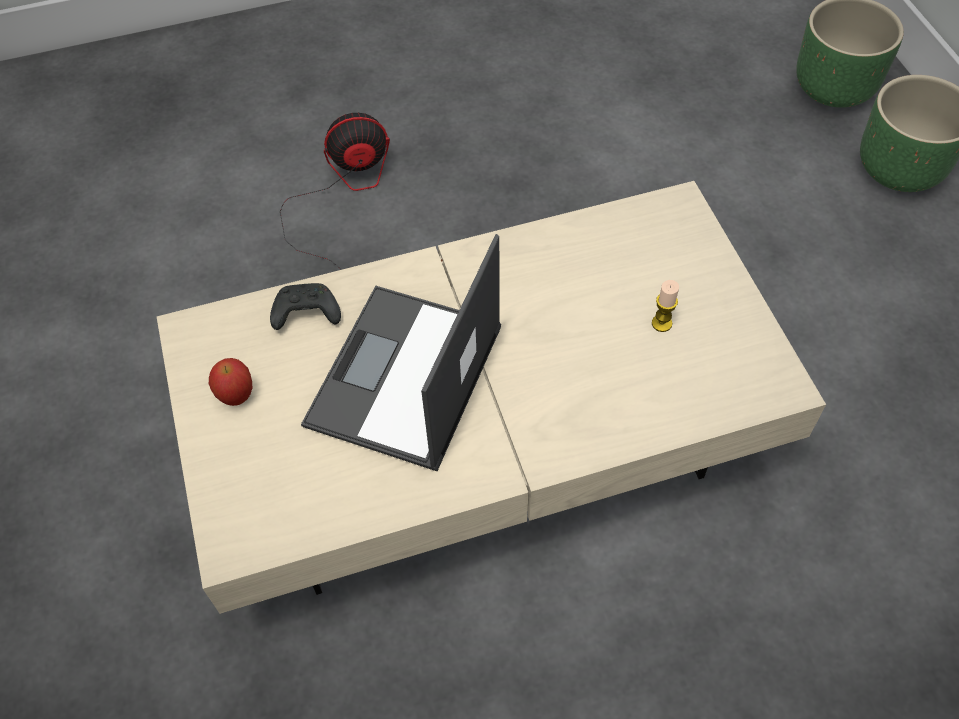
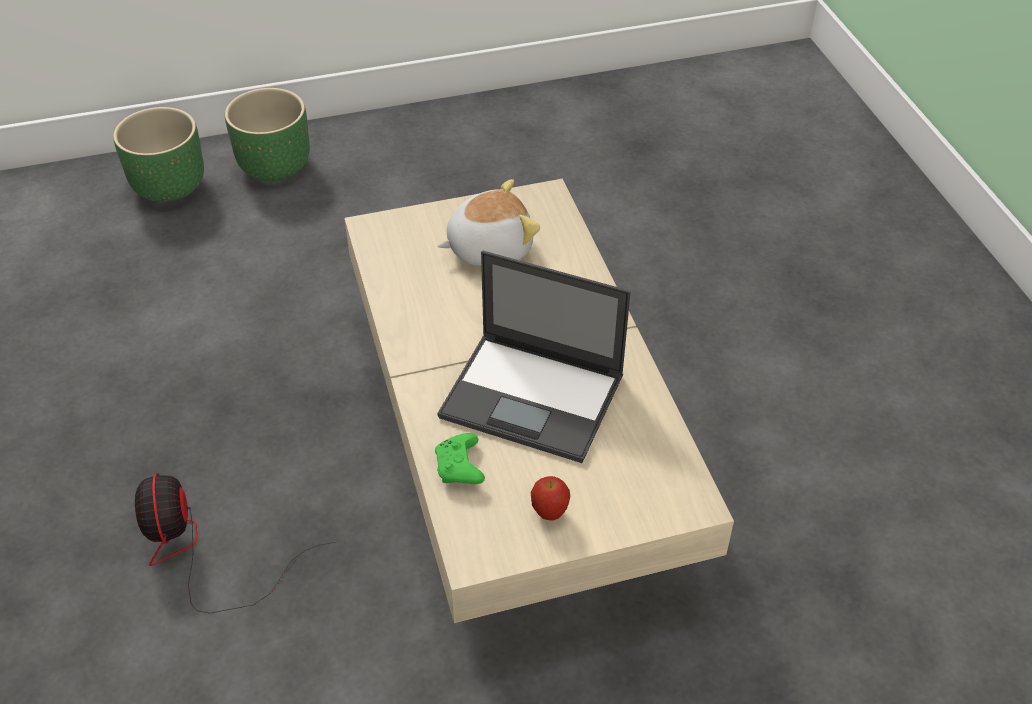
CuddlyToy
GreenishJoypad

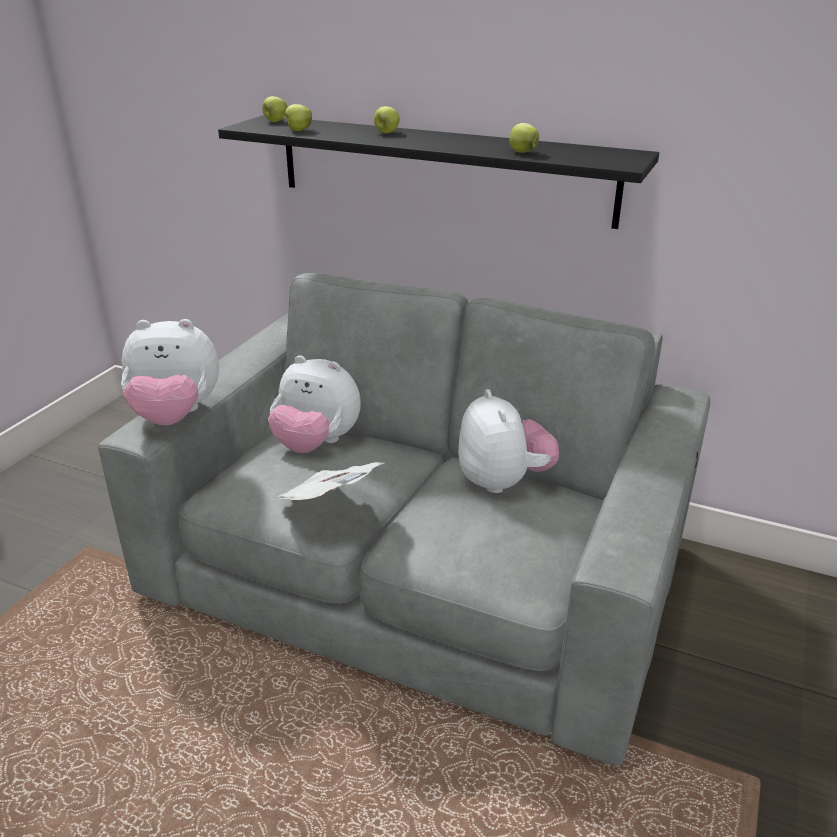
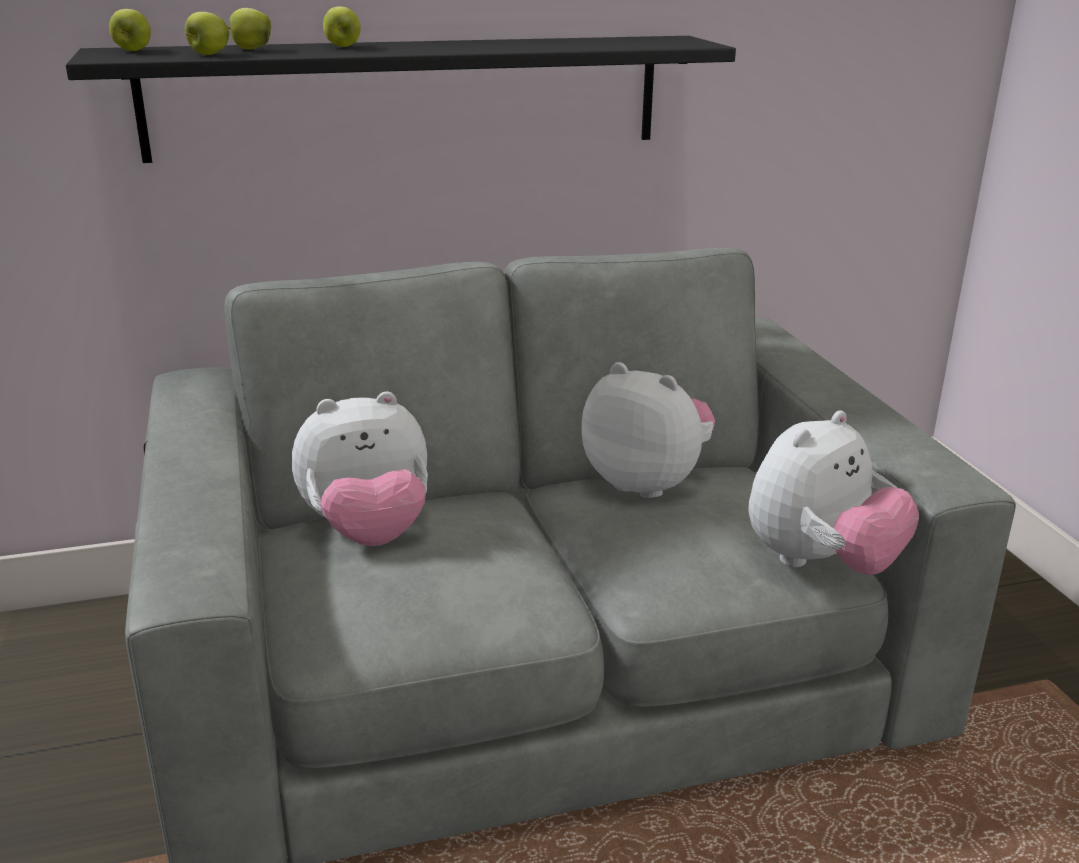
DailyPaper
CuddlyToy (no. 3 from left)
Apple (no. 3 from left)

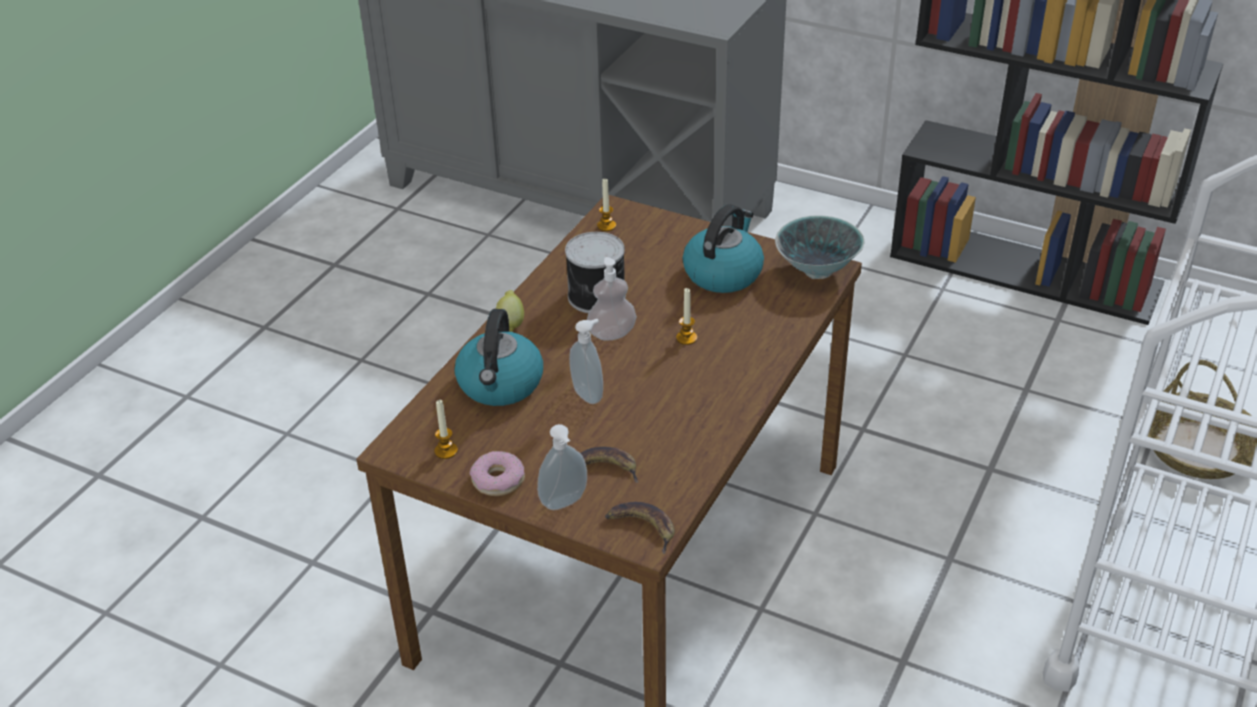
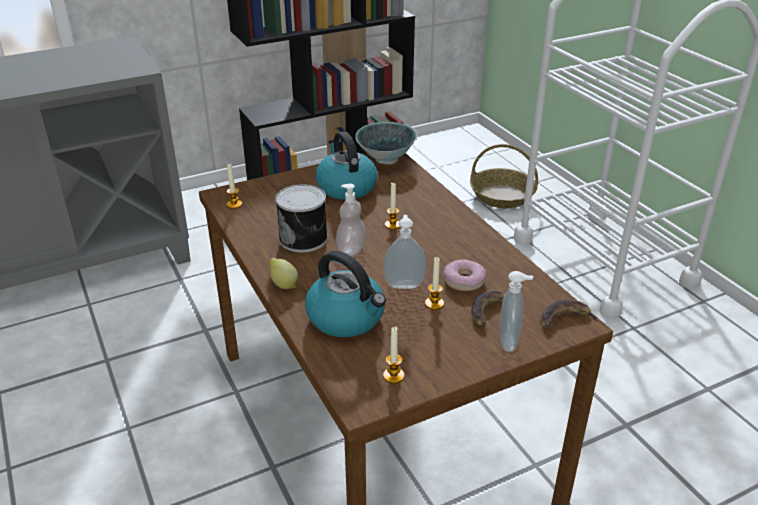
Candle (no. 4 from left)
RingDoughnut

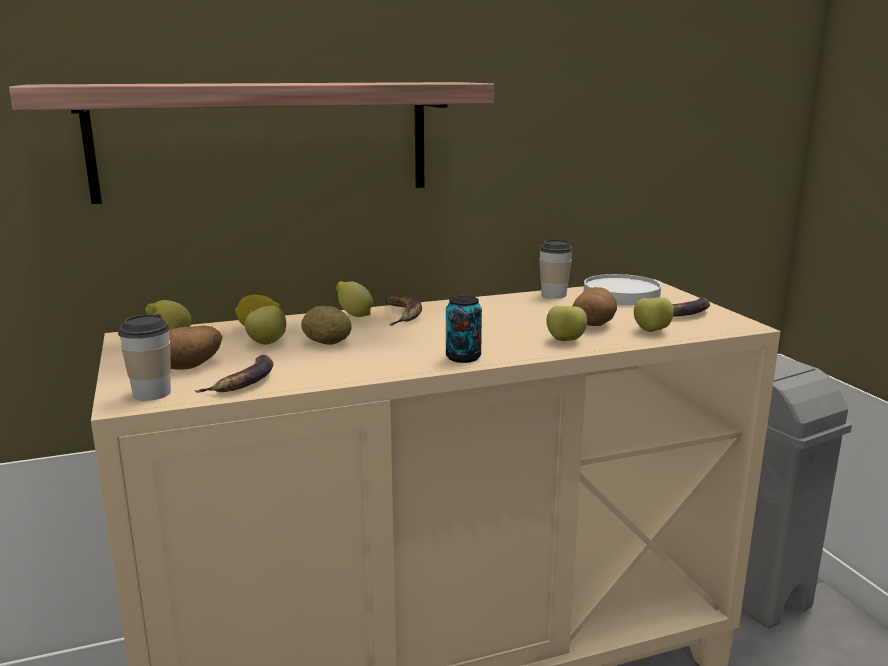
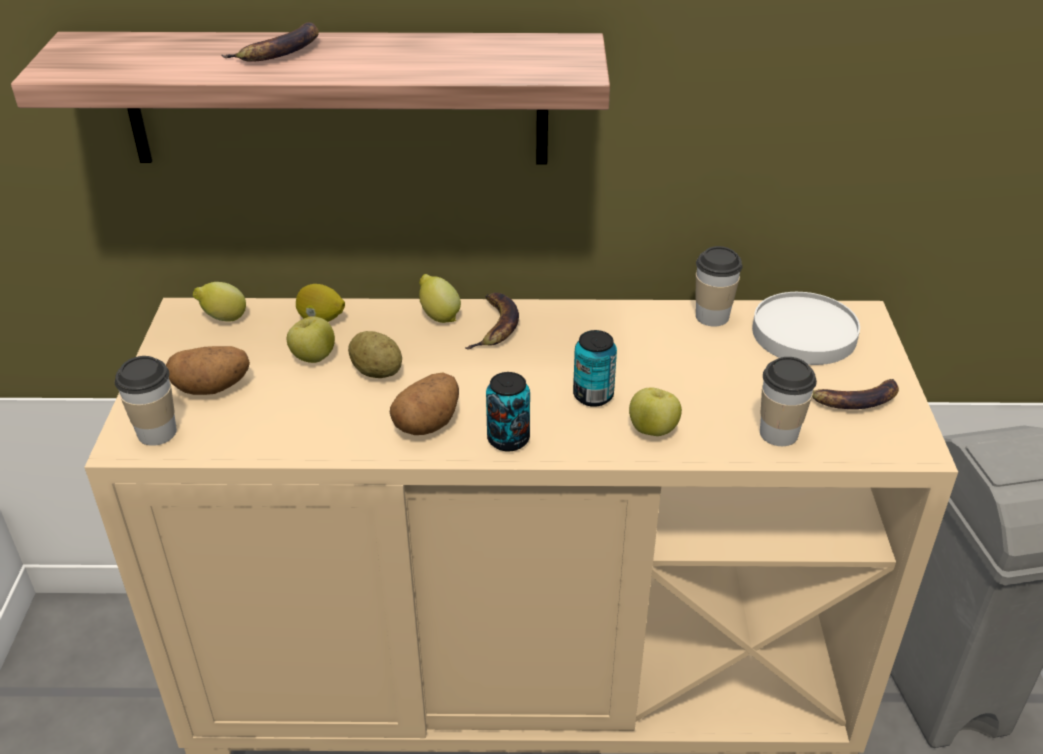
MetalCan (no. 2 from left)
BananaFruit (no. 1 from left)
WholePotato (no. 3 from left)
Cup (no. 3 from left)

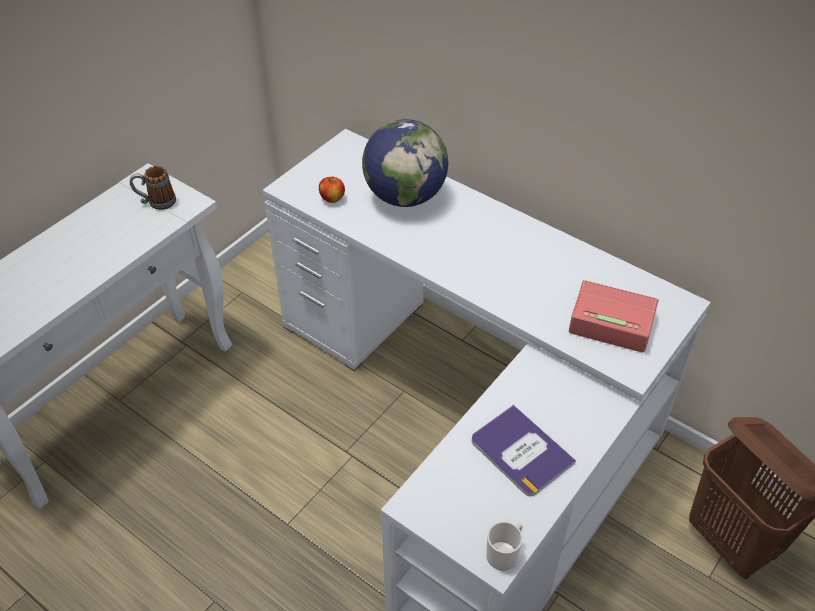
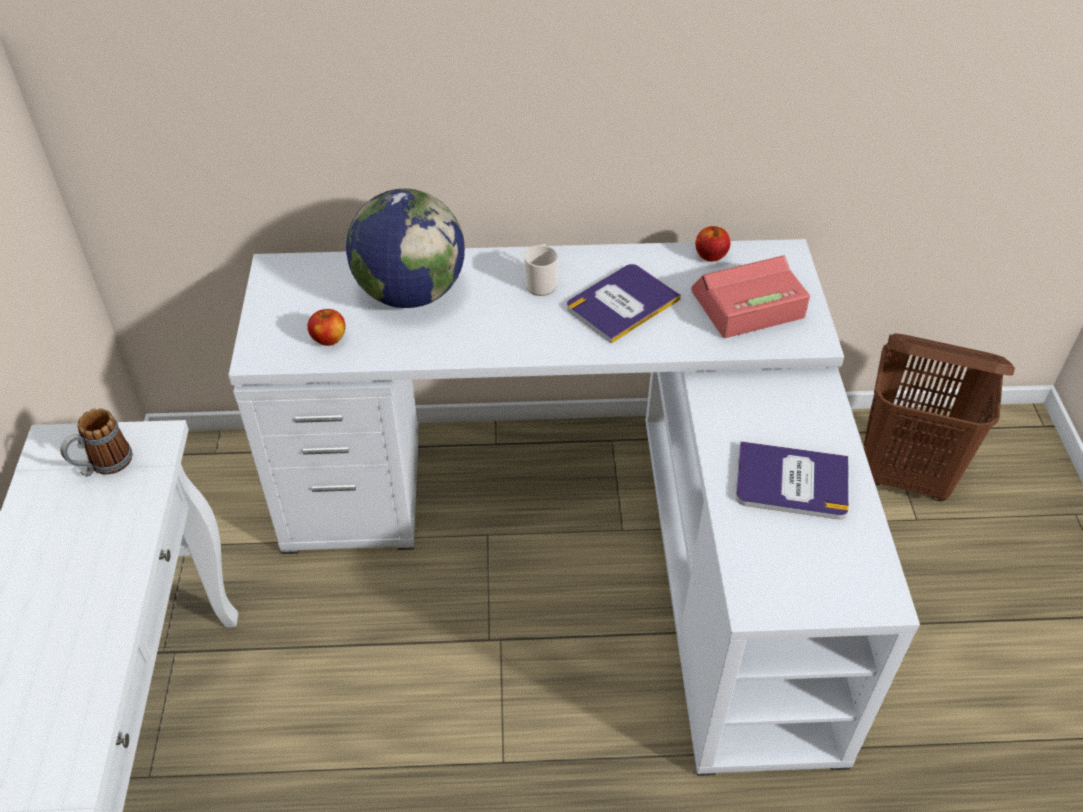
Volume (no. 1 from left)
Apple (no. 2 from left)
Mug (no. 2 from left)

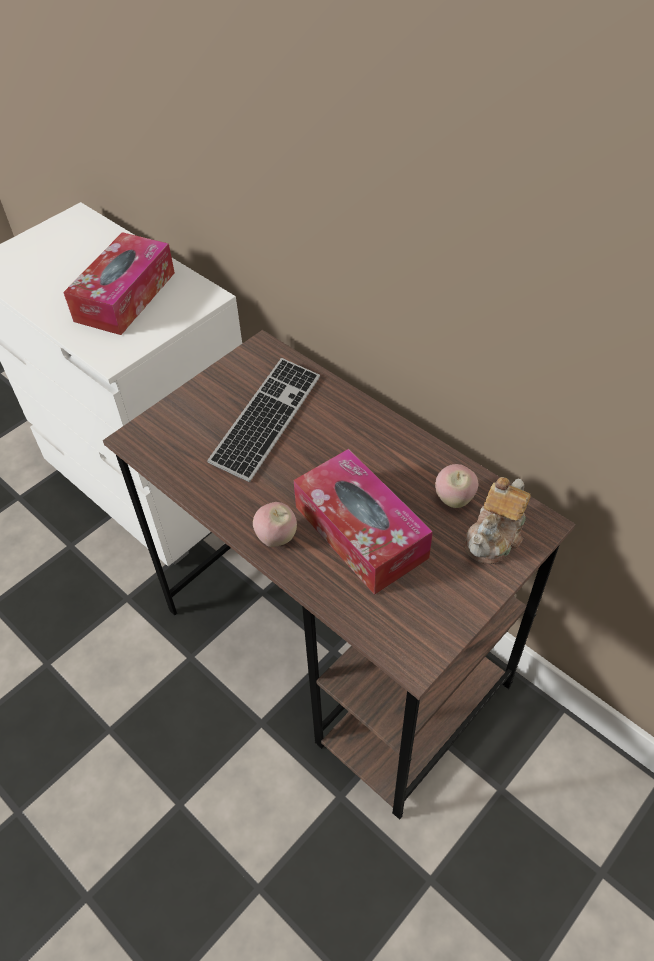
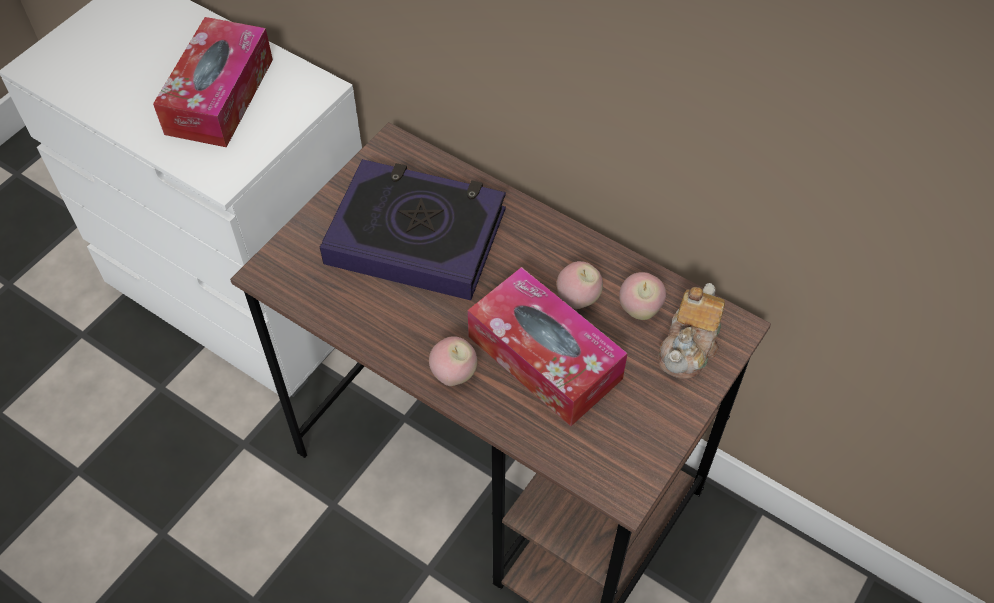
Apple (no. 2 from left)
Volume

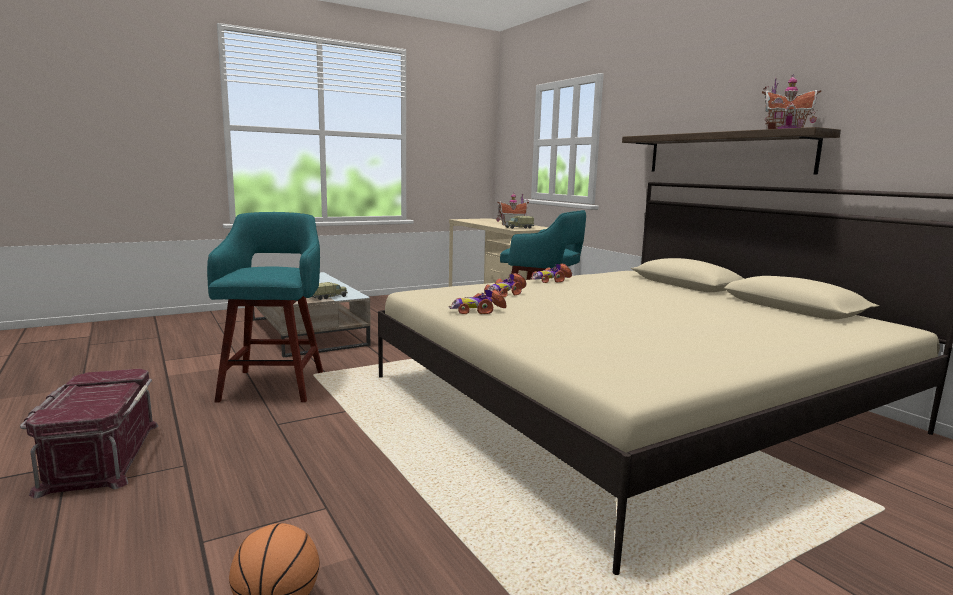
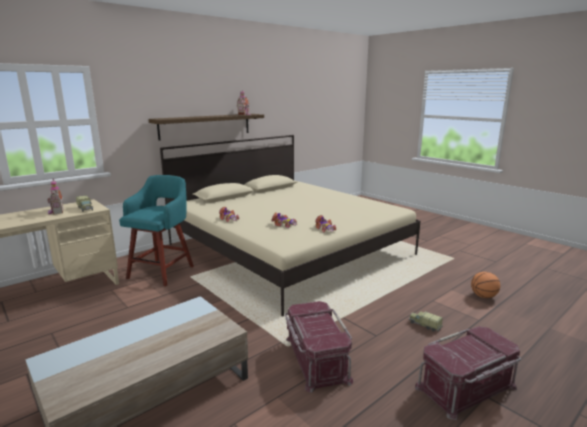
ToyTruck (no. 2 from left)
ReddishStorageContainer (no. 1 from left)

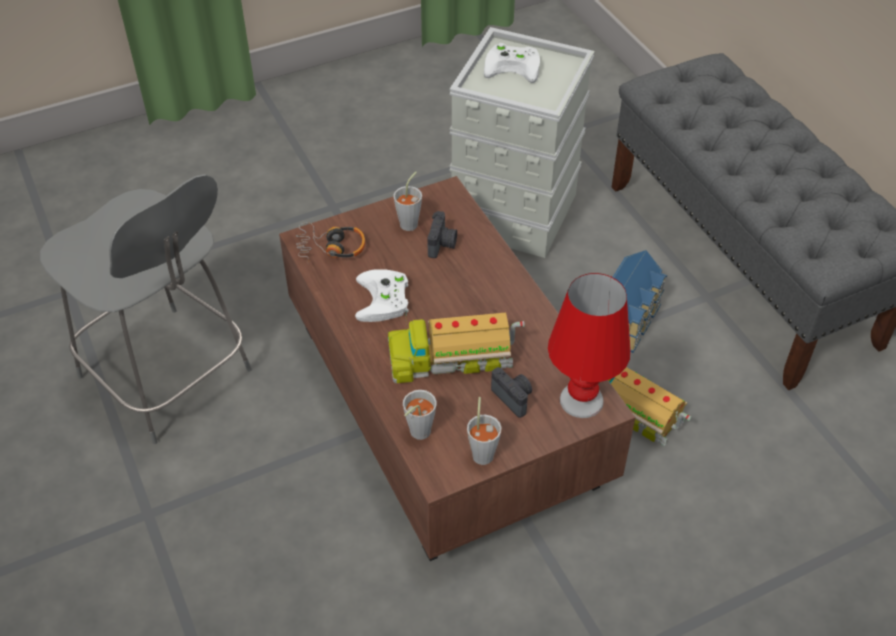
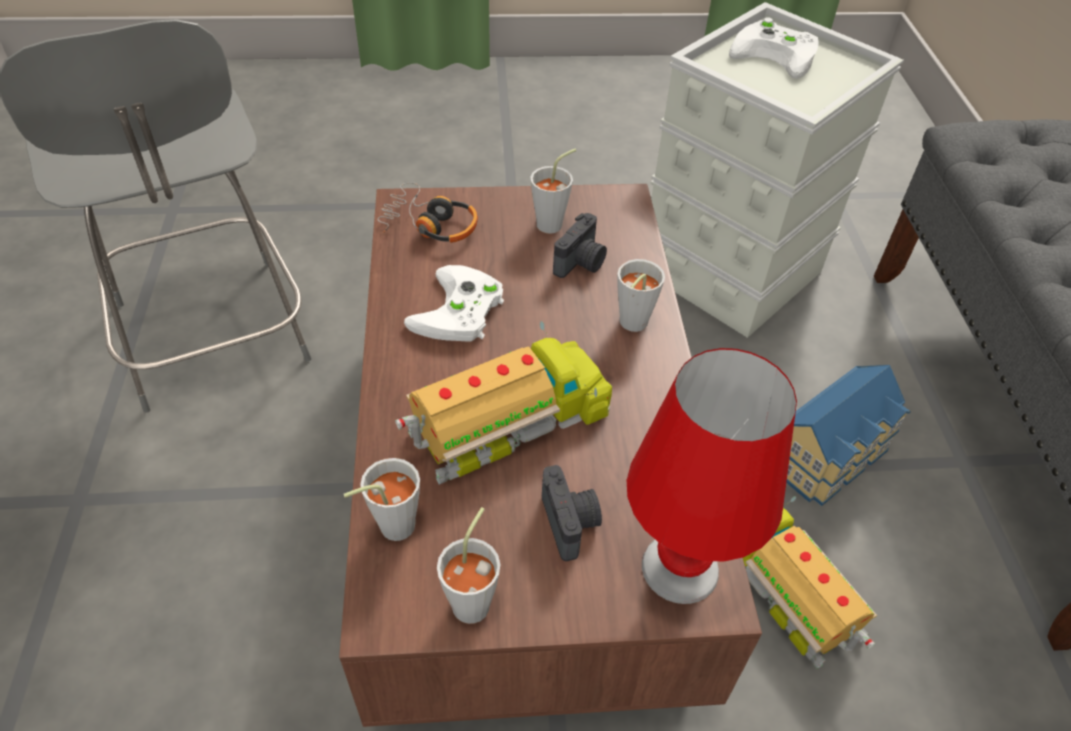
GreyishCup (no. 4 from left)
ToyTruck (no. 1 from left)

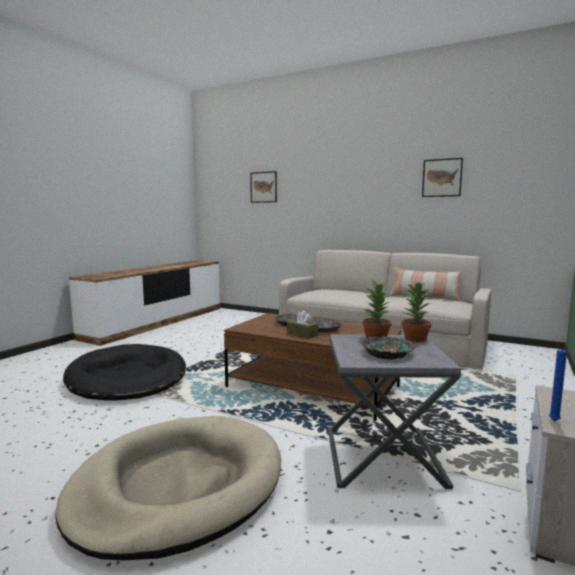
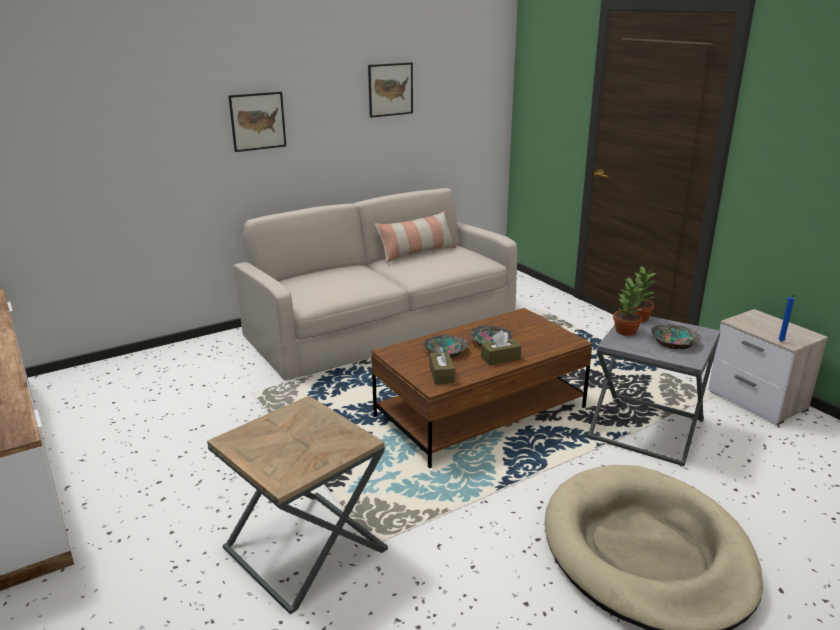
BrownColouredBoxOfTissues (no. 1 from left)
Picture (no. 1 from left)
BrownColouredSideTable

